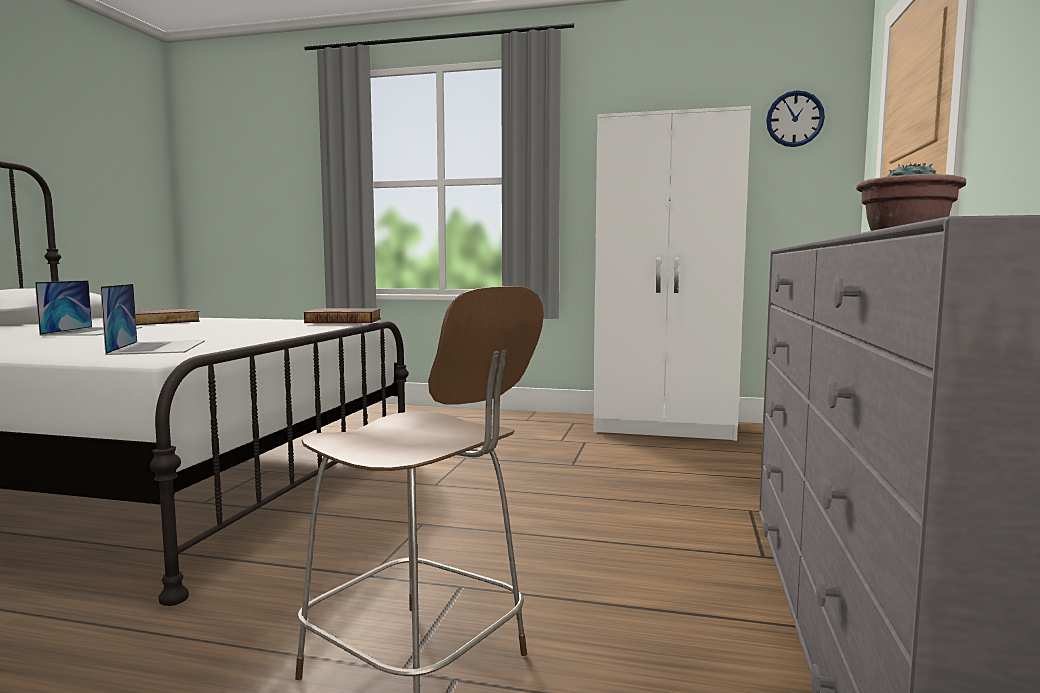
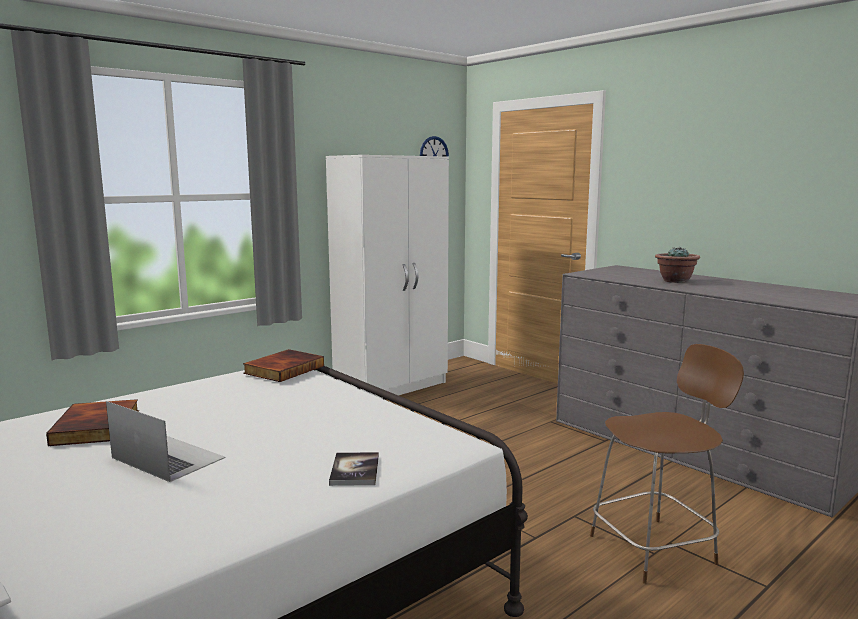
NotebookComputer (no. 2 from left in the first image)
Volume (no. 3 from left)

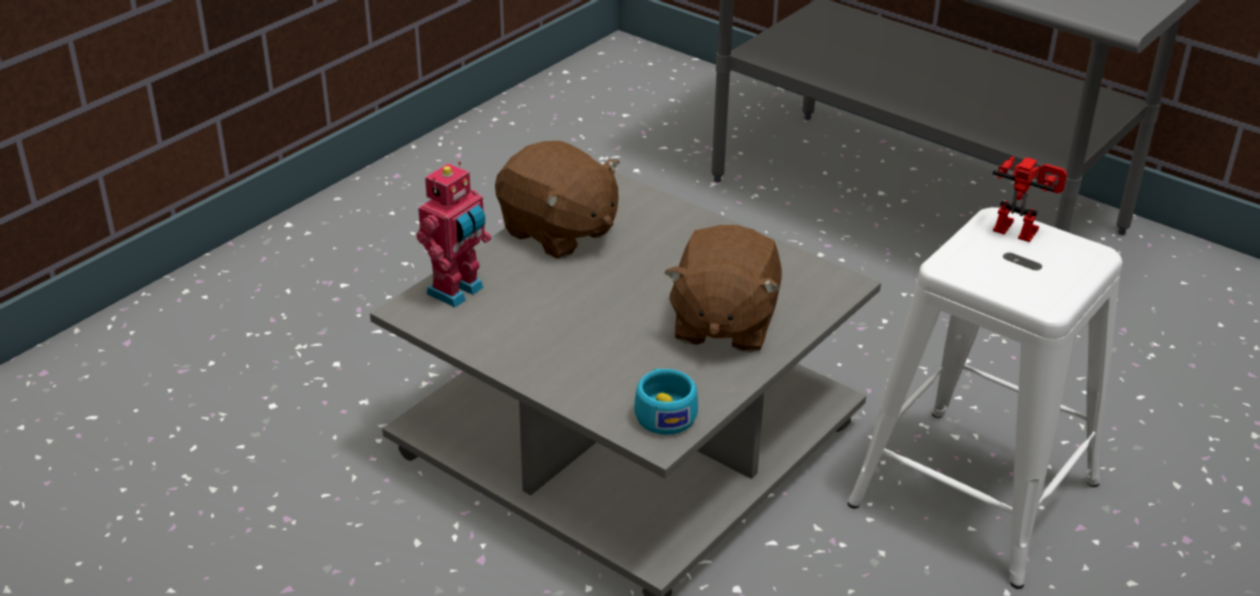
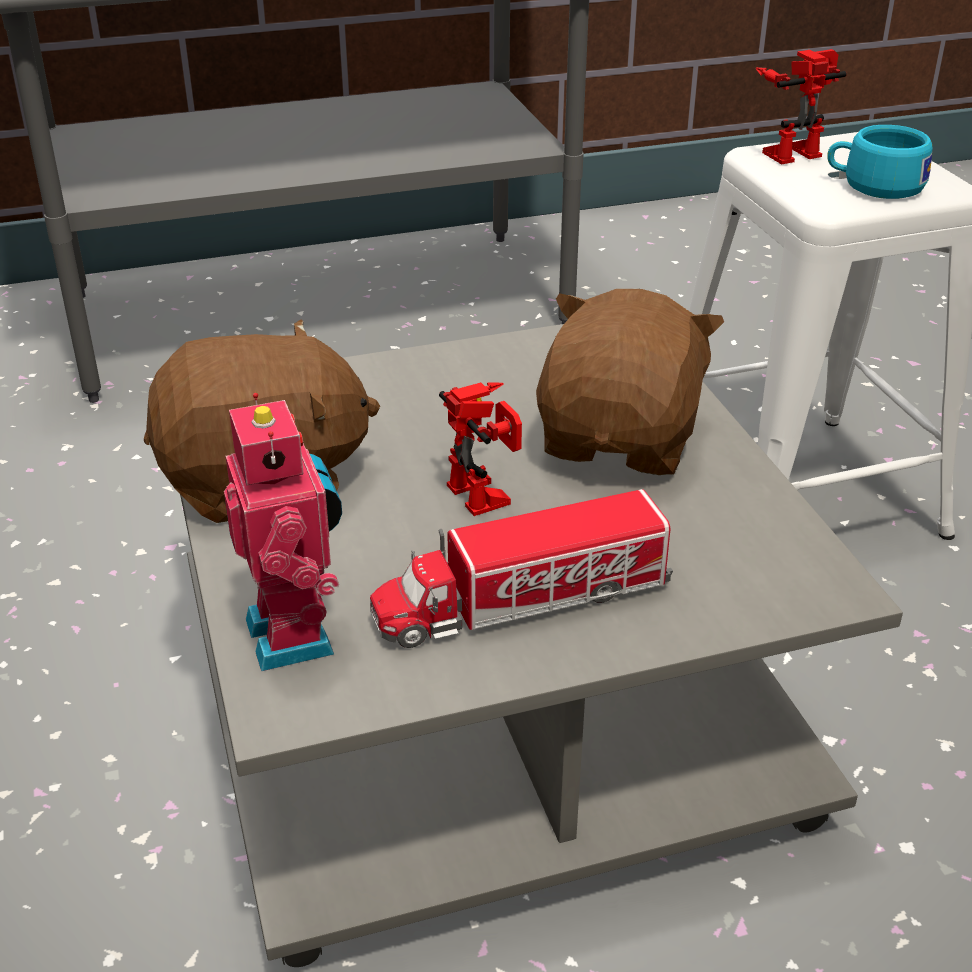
ToyTruck
ModelRobot (no. 2 from left)
TurquoiseCup
BrownColouredCuddlyToy (no. 2 from left)

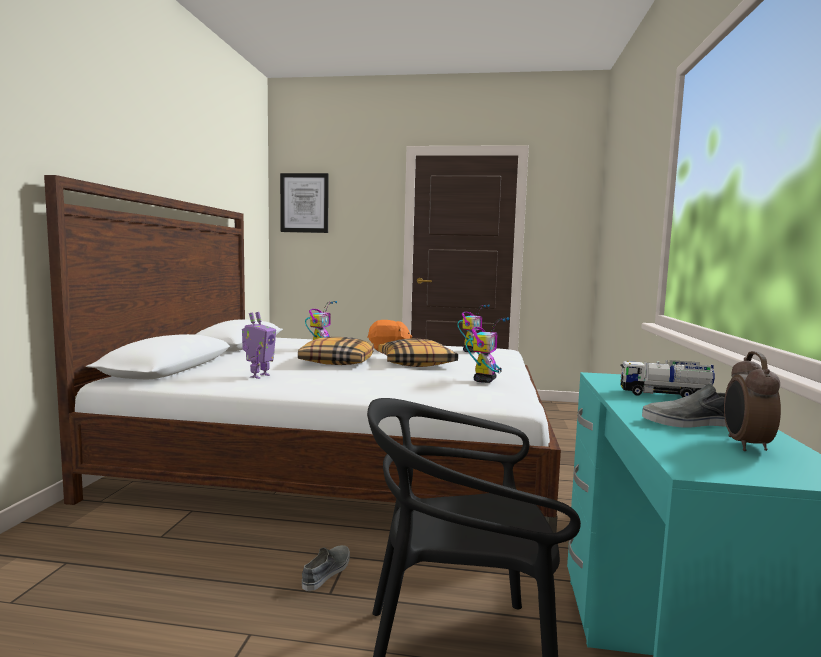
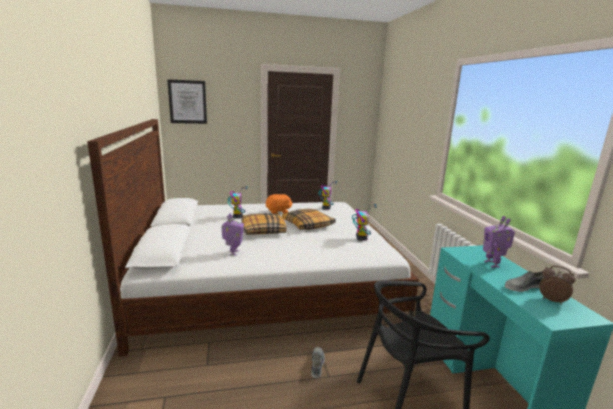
ModelRobot (no. 5 from left)
AlarmClock

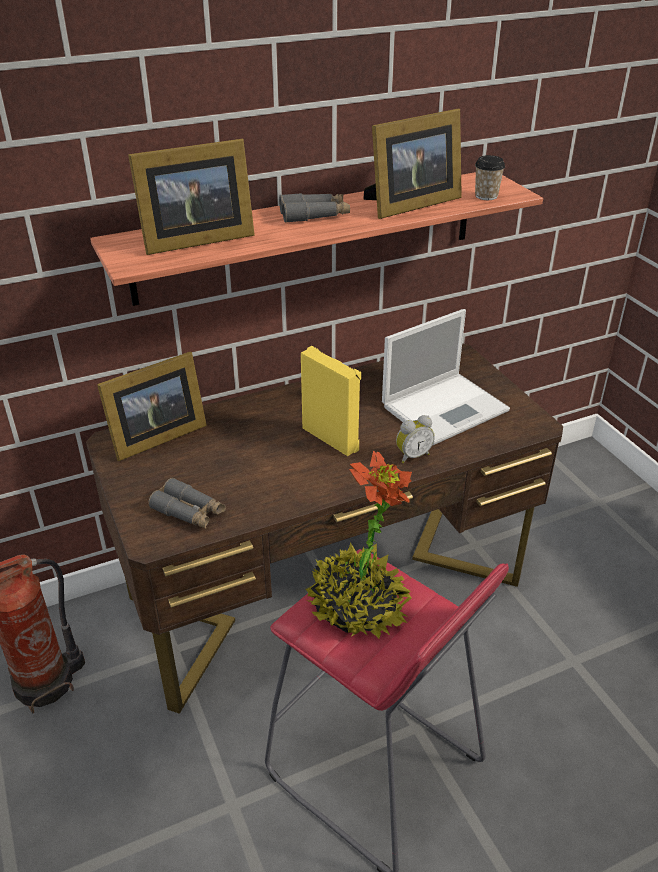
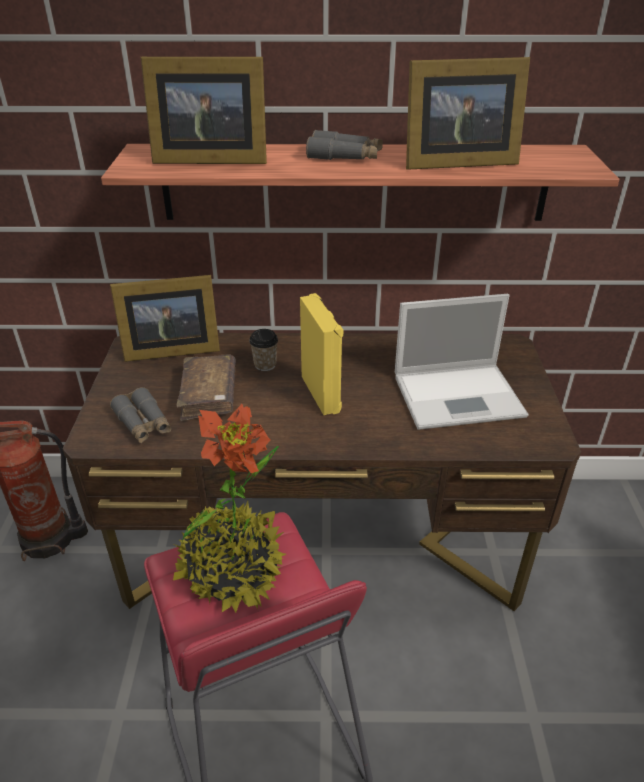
AlarmClock
BrownColouredVolume
Cup

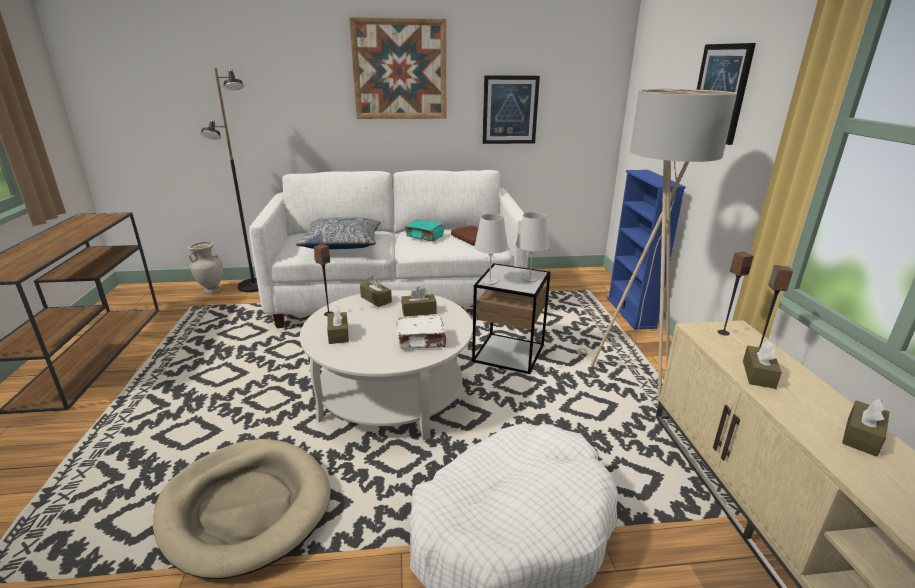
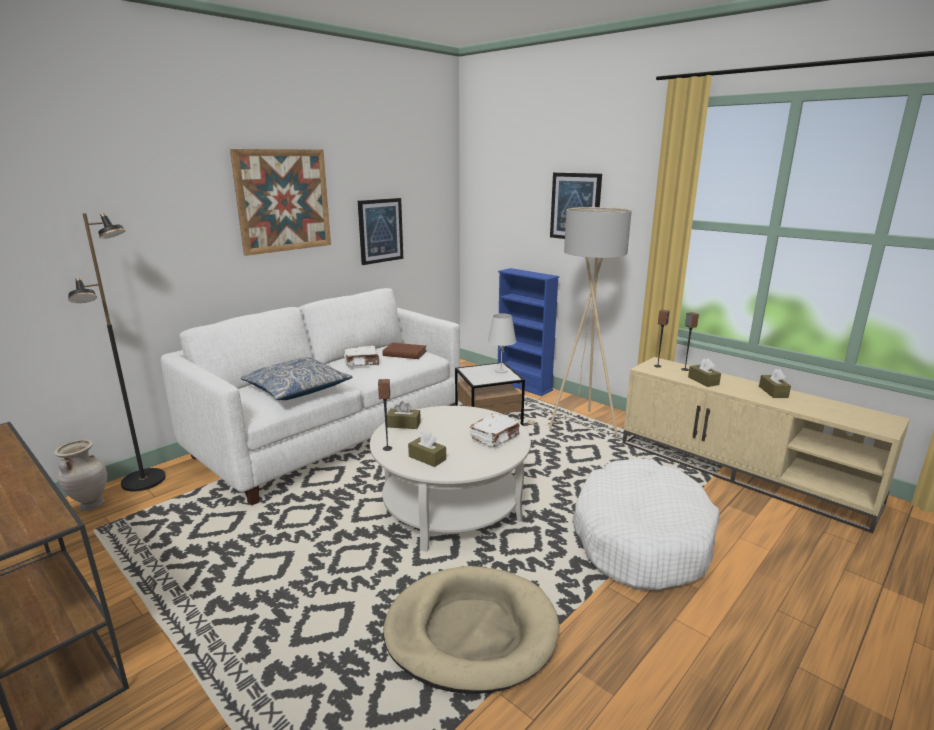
BrownColouredBoxOfTissues (no. 3 from left in the first image)
WhiteTabletopLamp (no. 1 from left in the first image)
WhiteVolume (no. 1 from left)

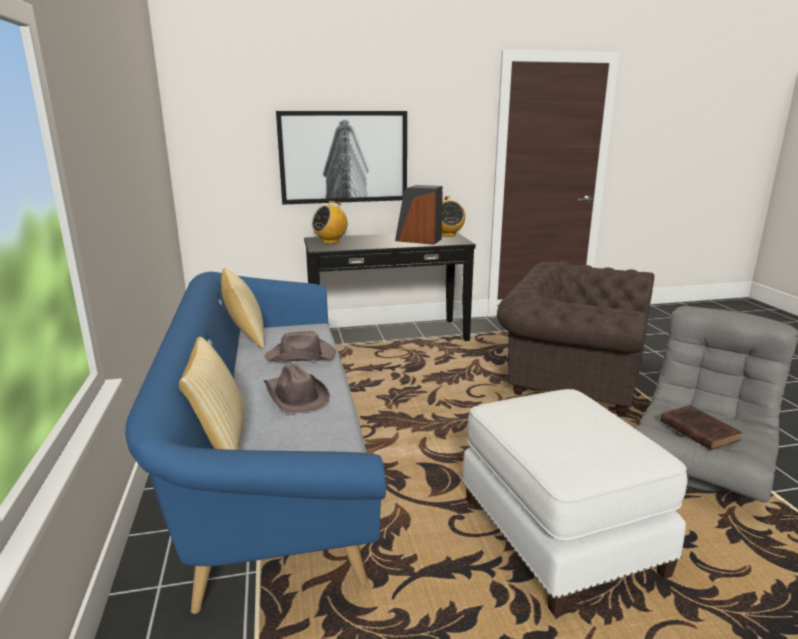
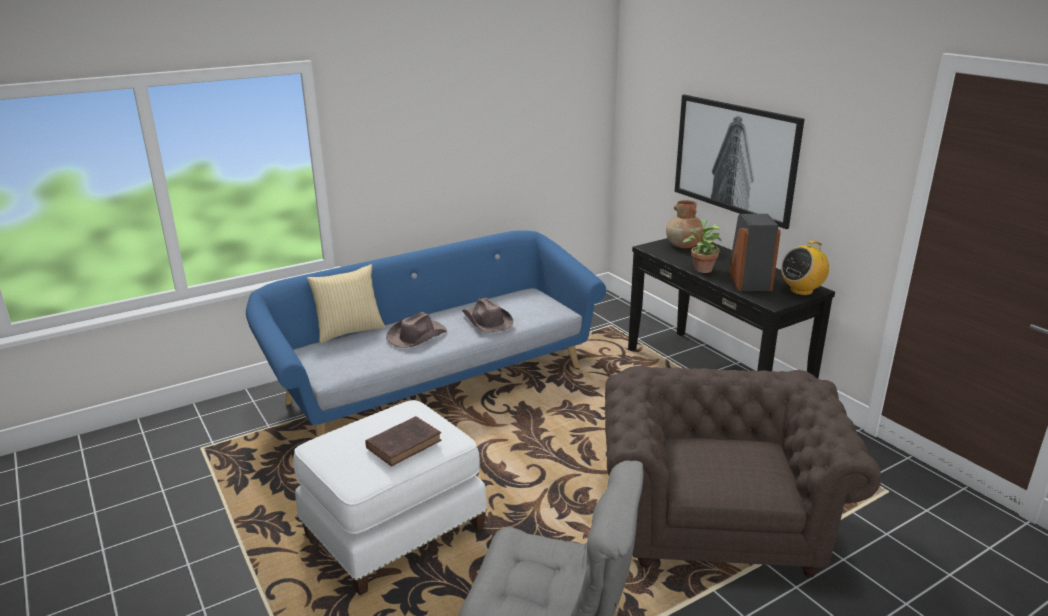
ThrowPillow (no. 2 from left in the first image)
PottedPlant
BrownColouredVolume
BrownColouredVase

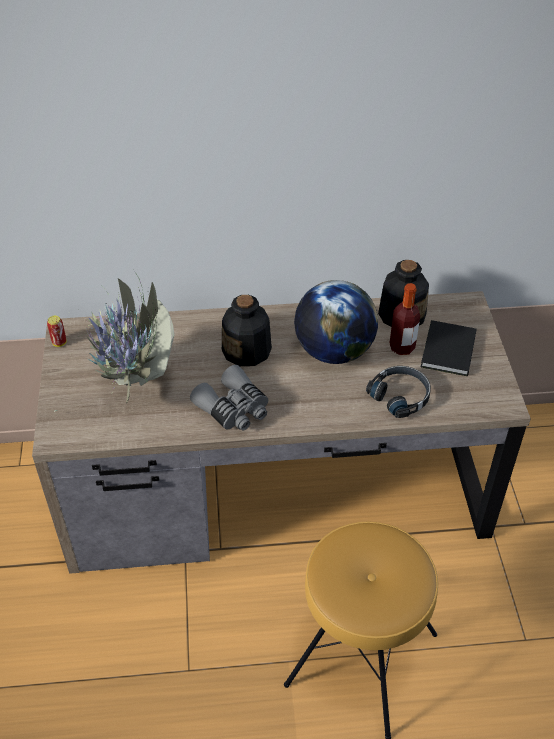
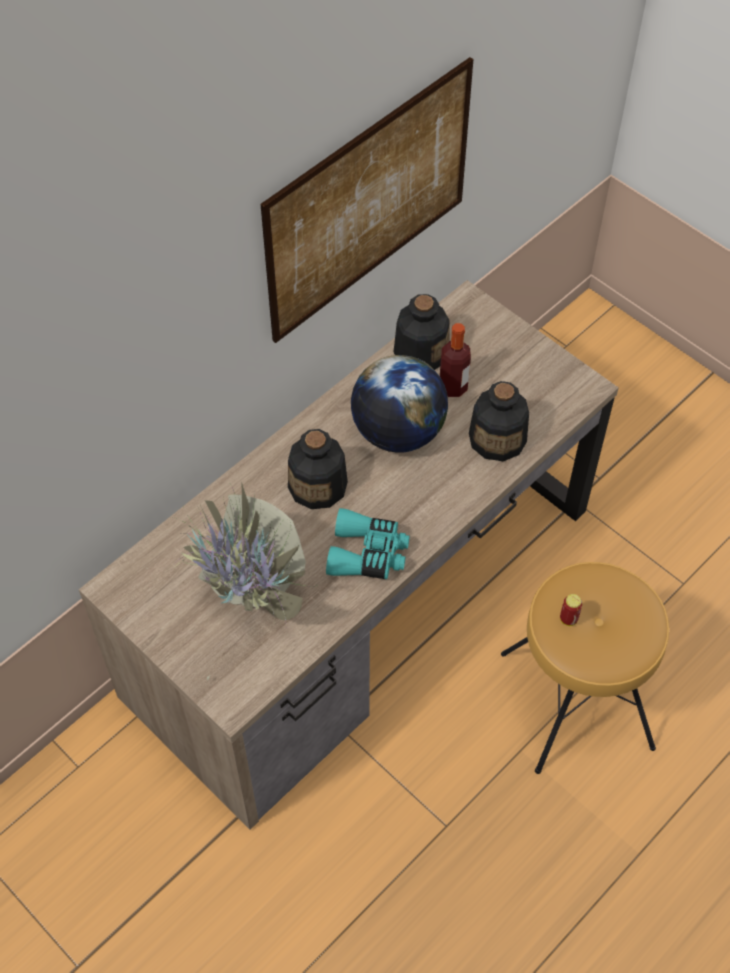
BlackishVolume
Picture
MetalCan
Bottle (no. 4 from left)
TurquoiseFieldGlasses

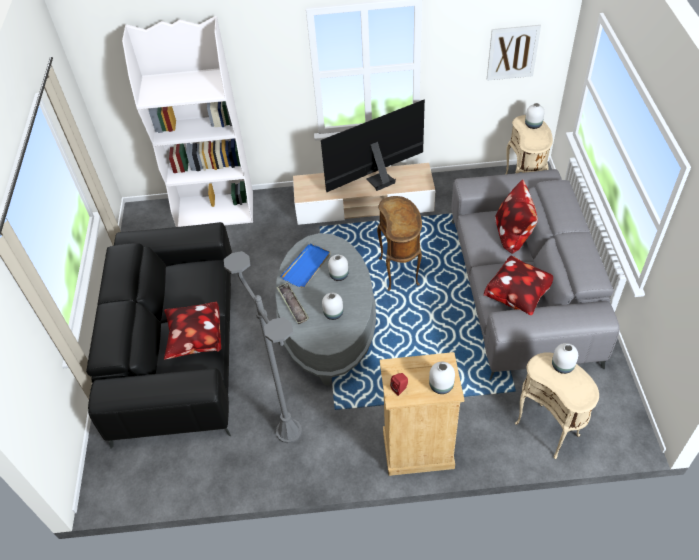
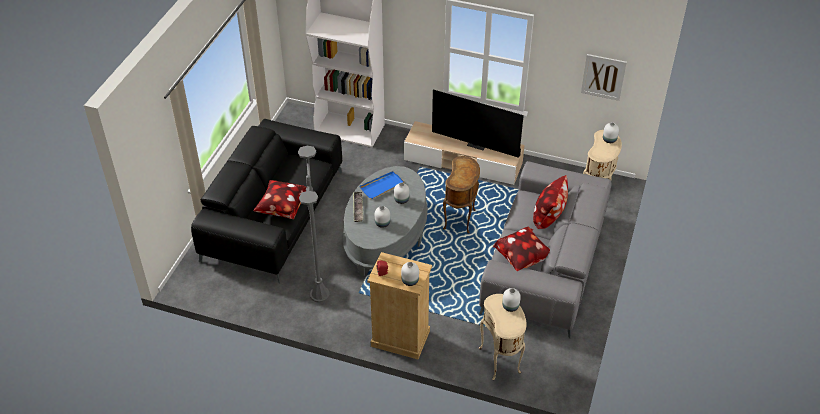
Tv

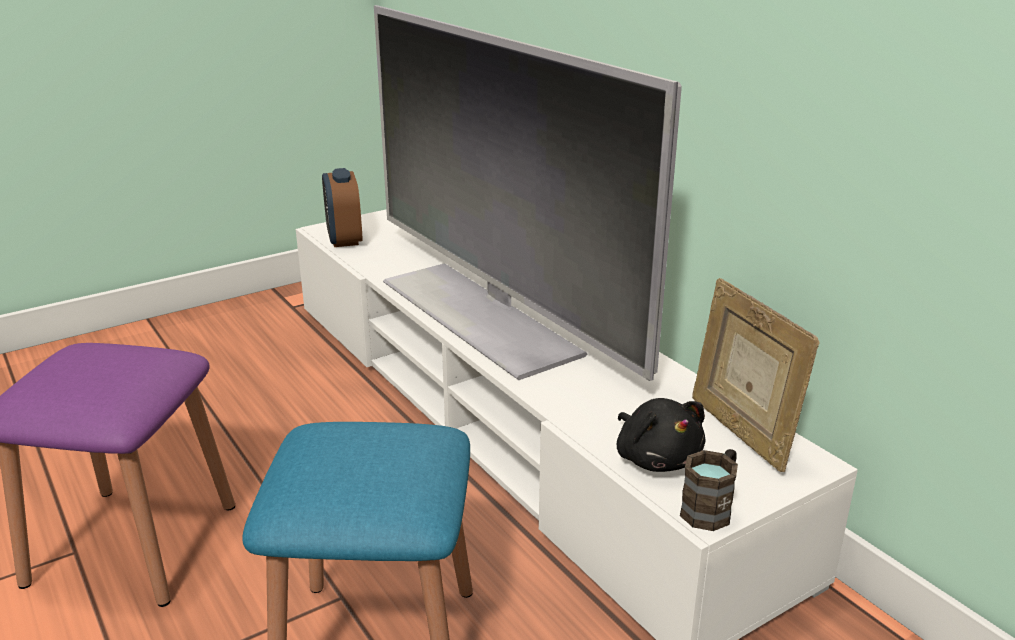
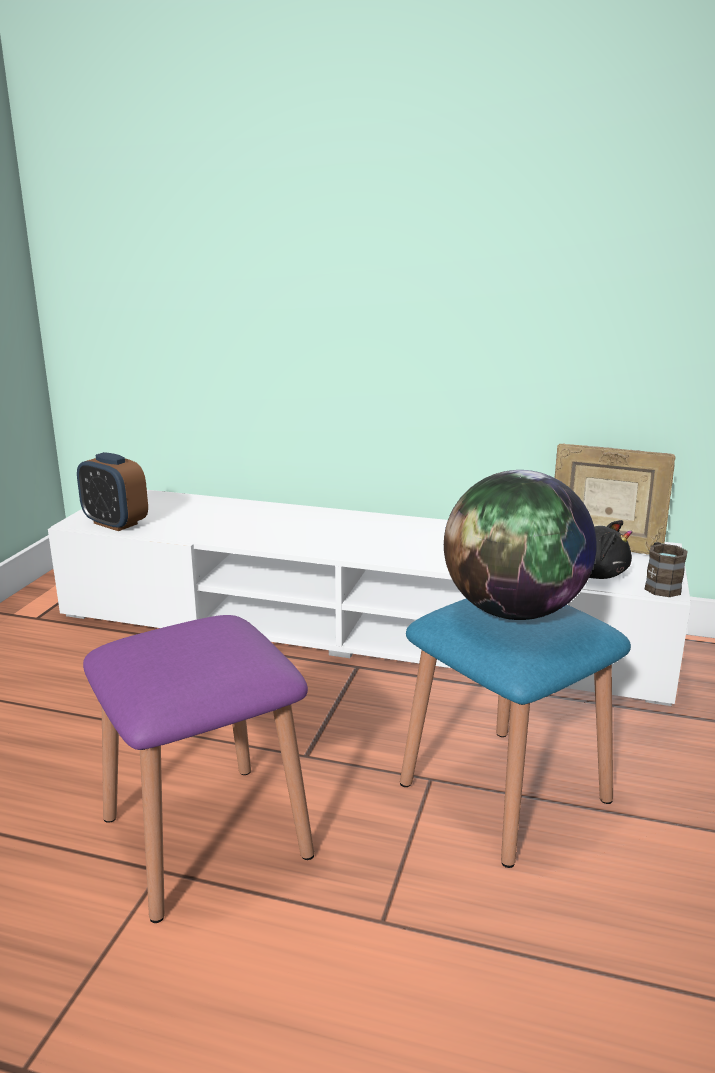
Tv
WorldGlobe

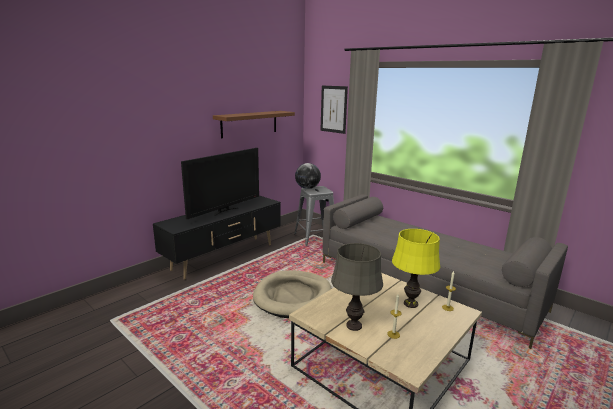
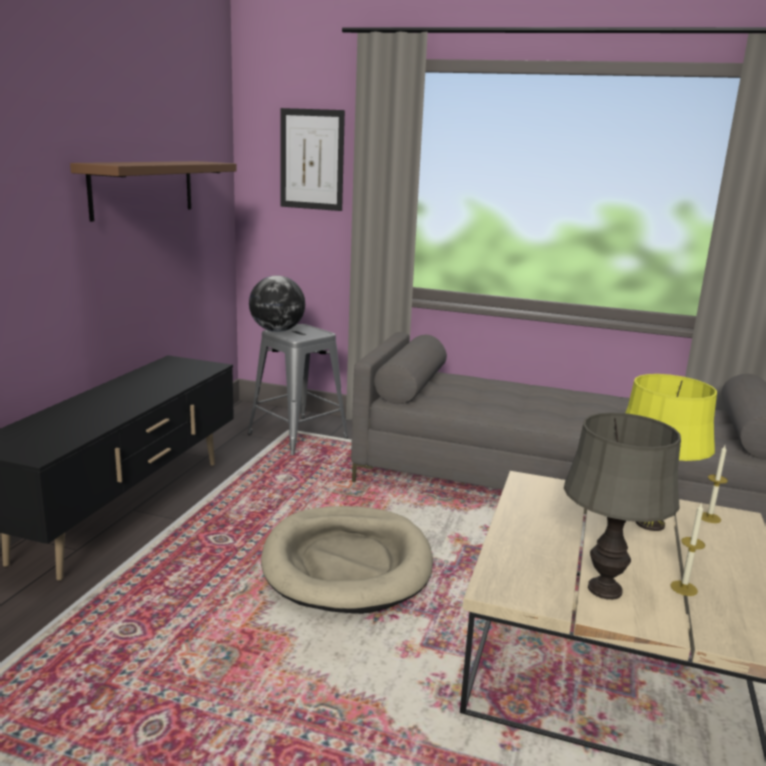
Tv

